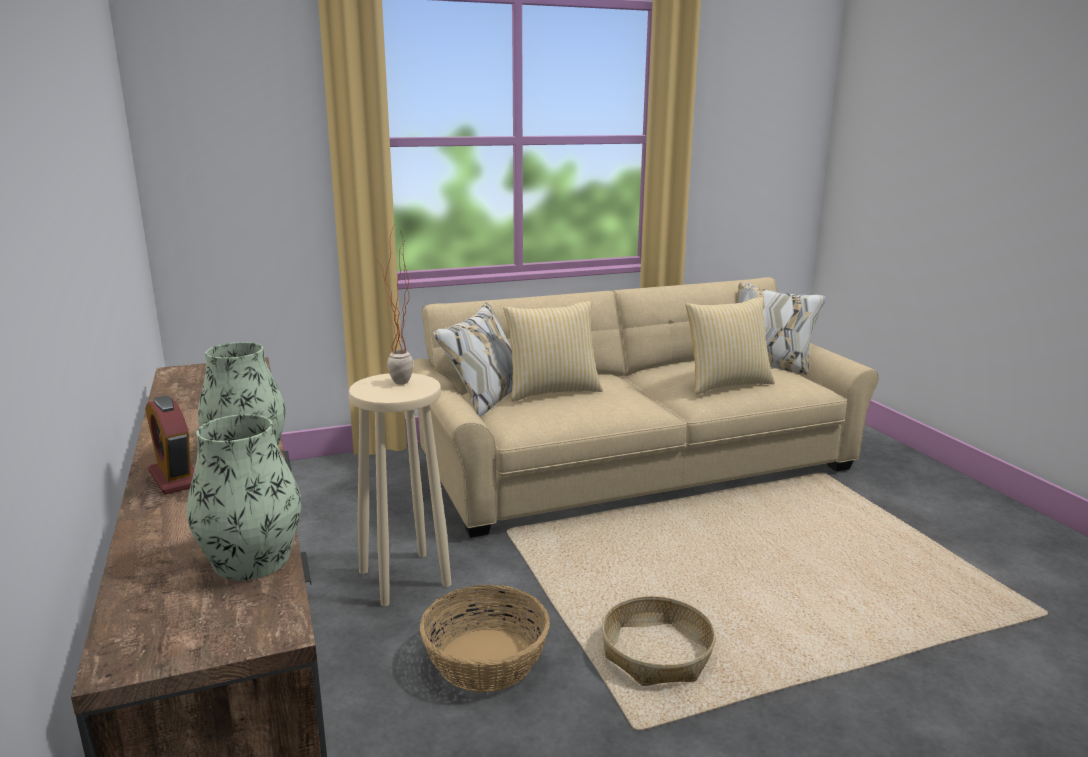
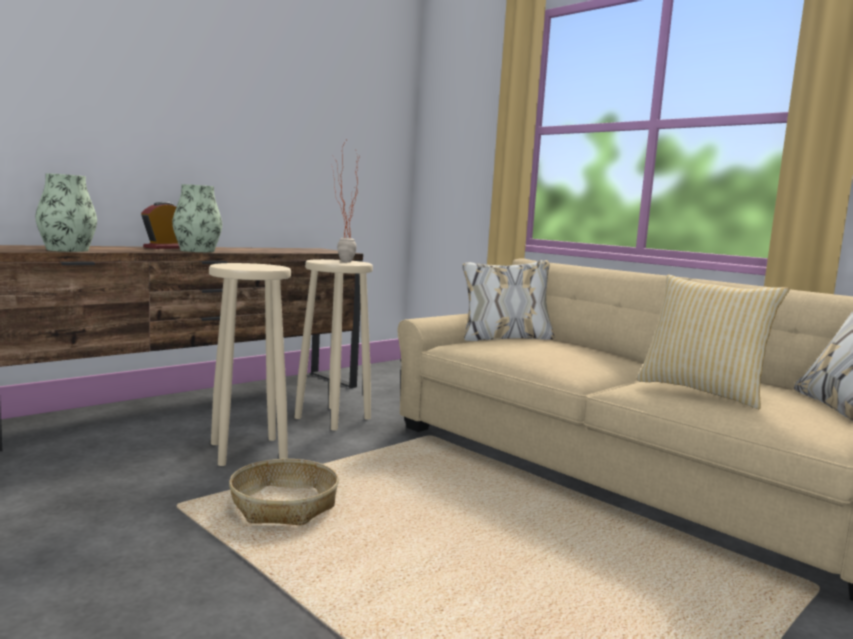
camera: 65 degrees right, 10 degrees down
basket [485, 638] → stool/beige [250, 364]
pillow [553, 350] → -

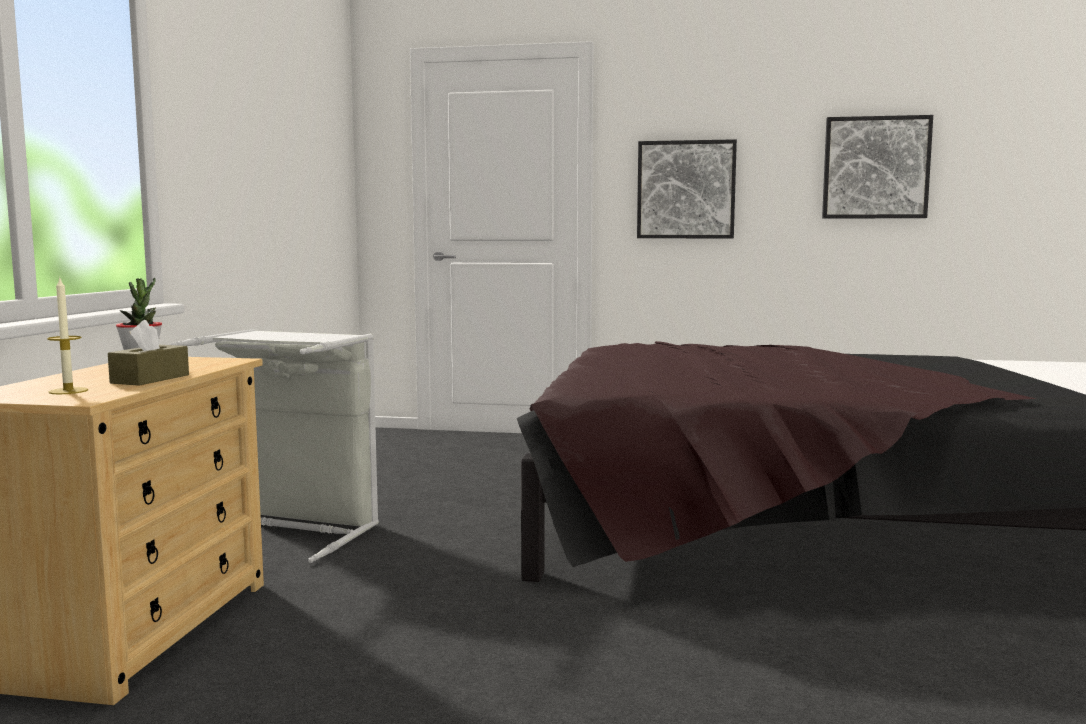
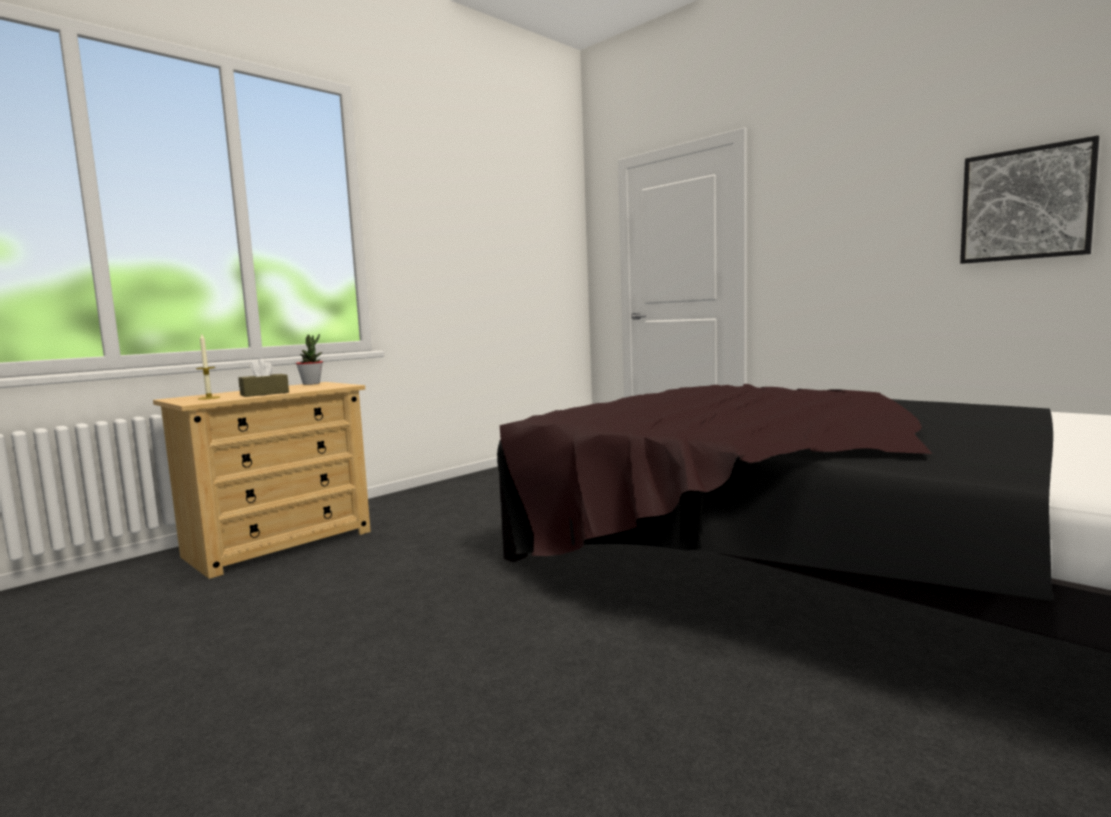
camera: 35 degrees right, 0 degrees up
laundry basket/grey [274, 446] → -
picture [687, 188] → -

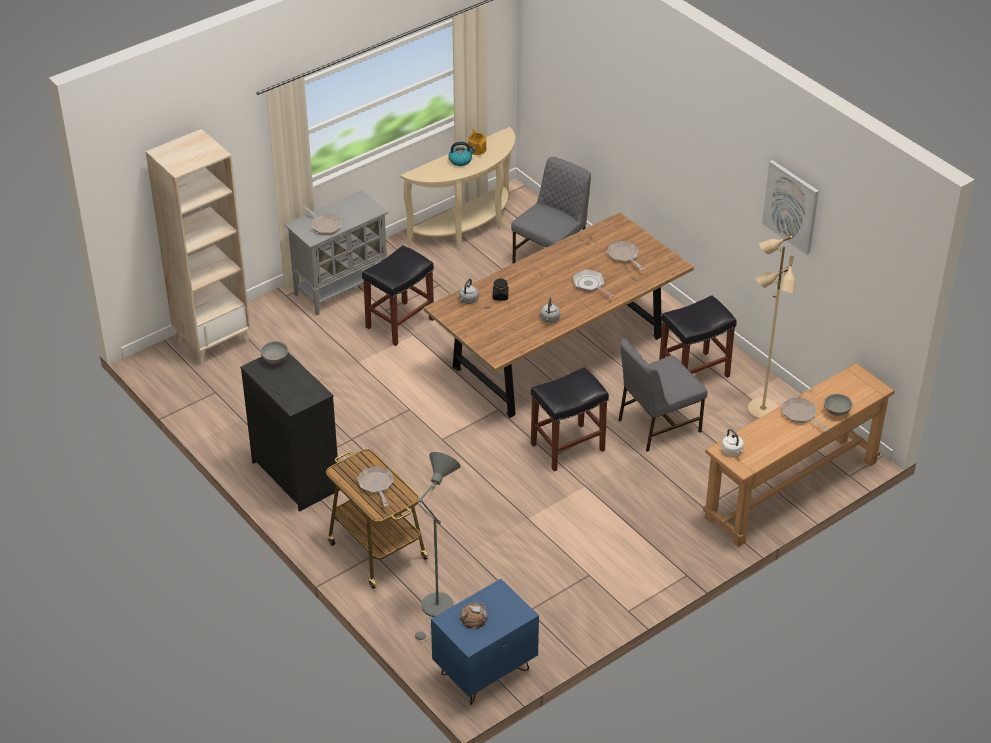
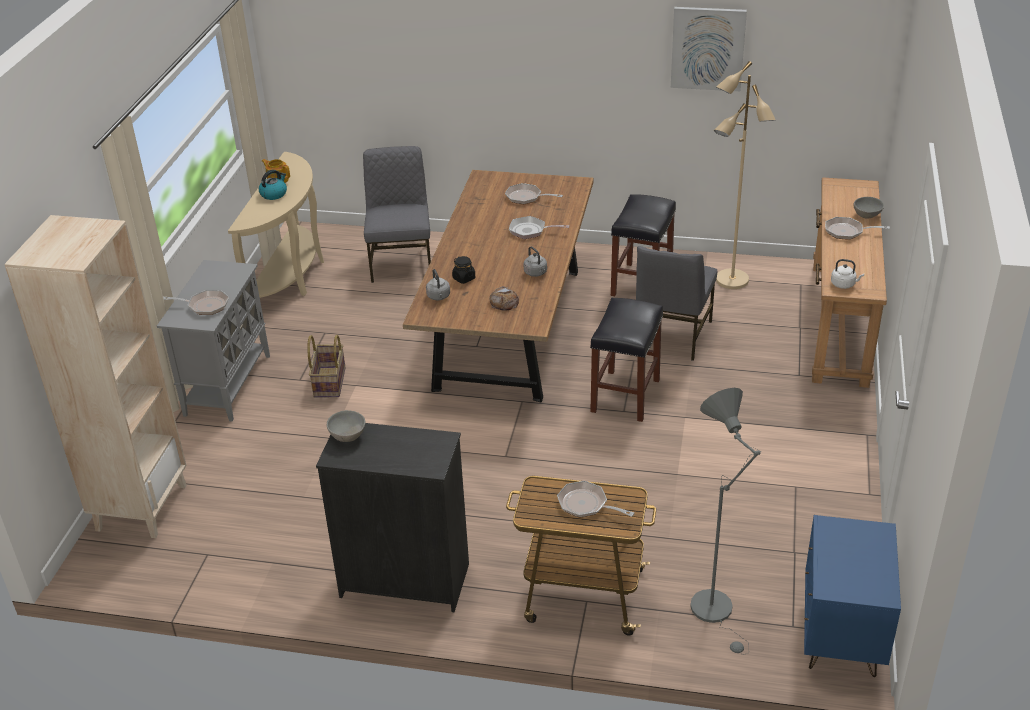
camera: 40 degrees left, 5 degrees down
stool/black [398, 295] → basket [326, 366]
bread [473, 616] → bread [504, 298], moved

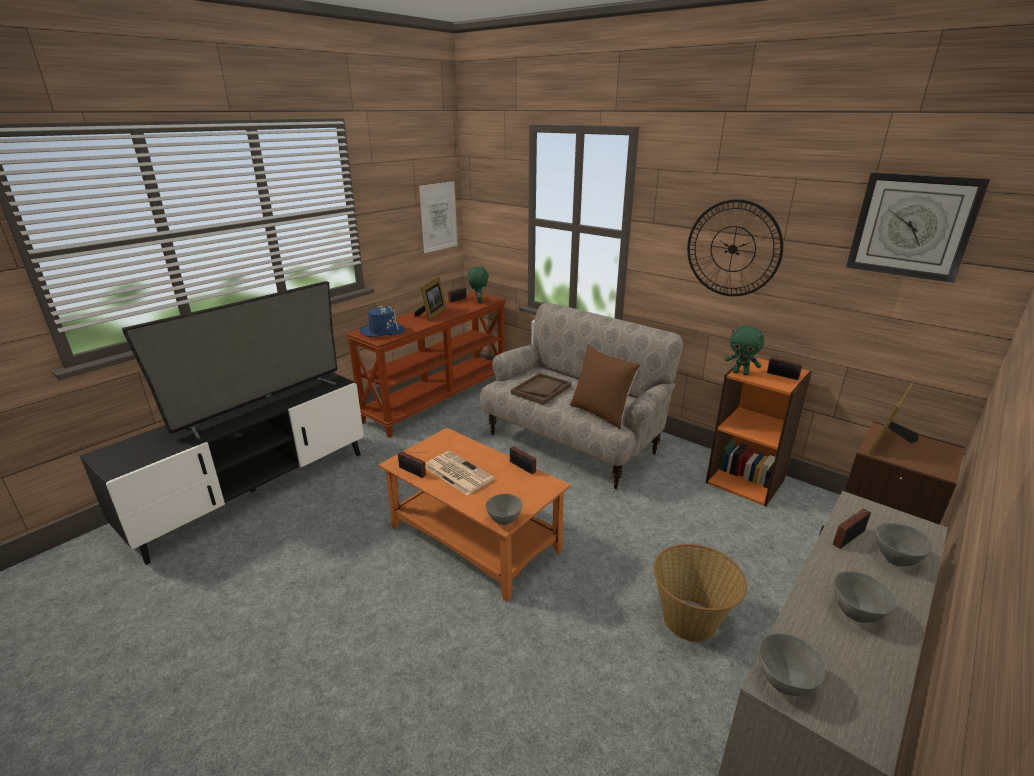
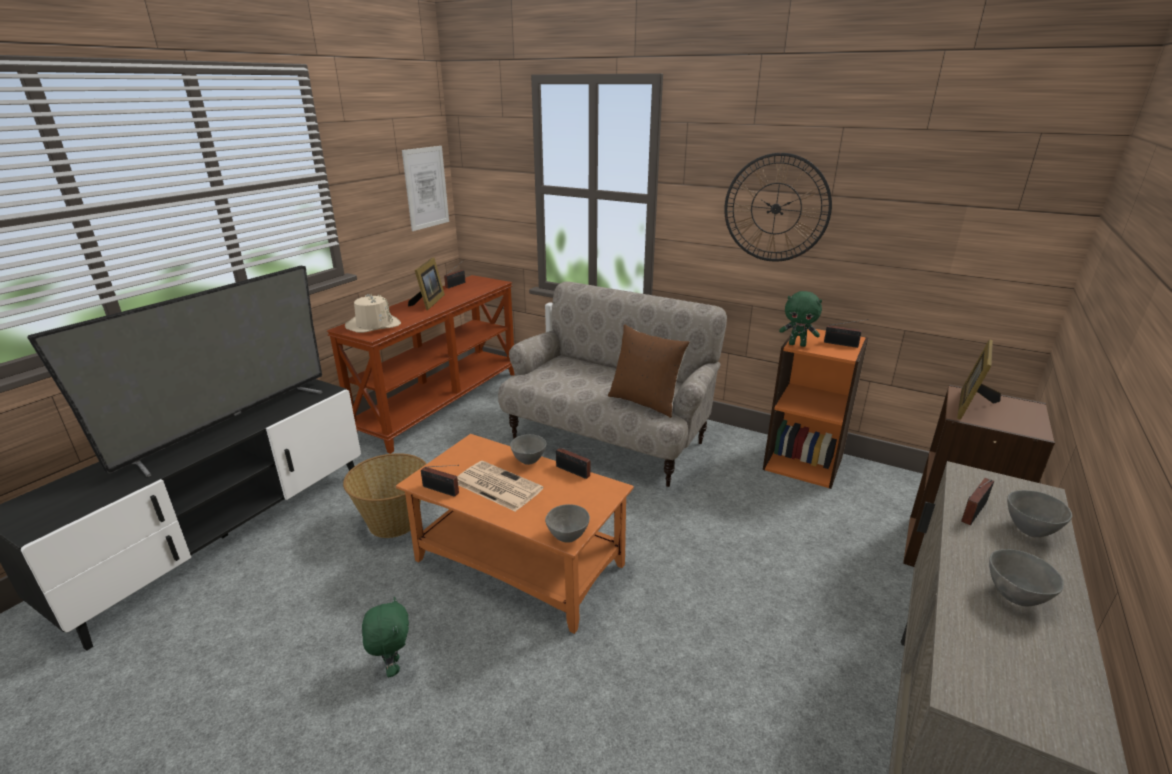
camera: 10 degrees left, 0 degrees up
basket [700, 593] → basket [385, 495], moved
hat/blue [382, 321] → hat/beige [373, 313]
plush toy/green [478, 284] → plush toy/green [385, 637], moved
bowl/grey [792, 664] → bowl/grey [528, 449], moved
tray/brown [541, 389] → -
wall clock [918, 227] → -

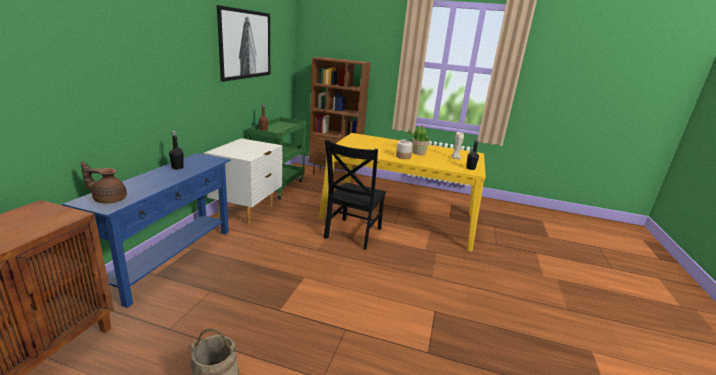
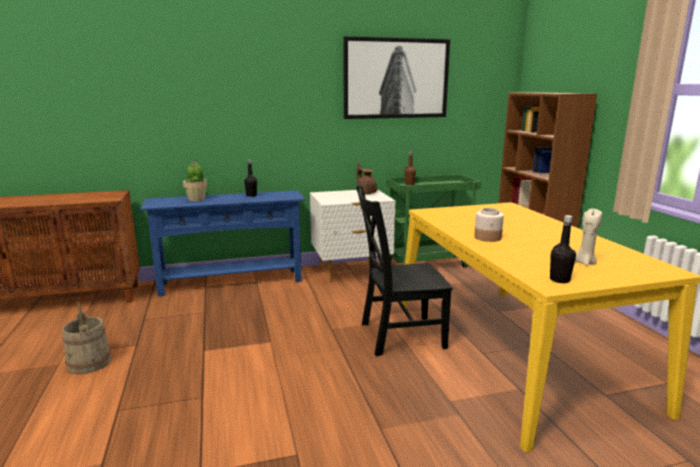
camera: 60 degrees right, 5 degrees down
potted plant [419, 140] → potted plant [195, 181], moved
teapot/brown [104, 183] → teapot/brown [366, 178], moved

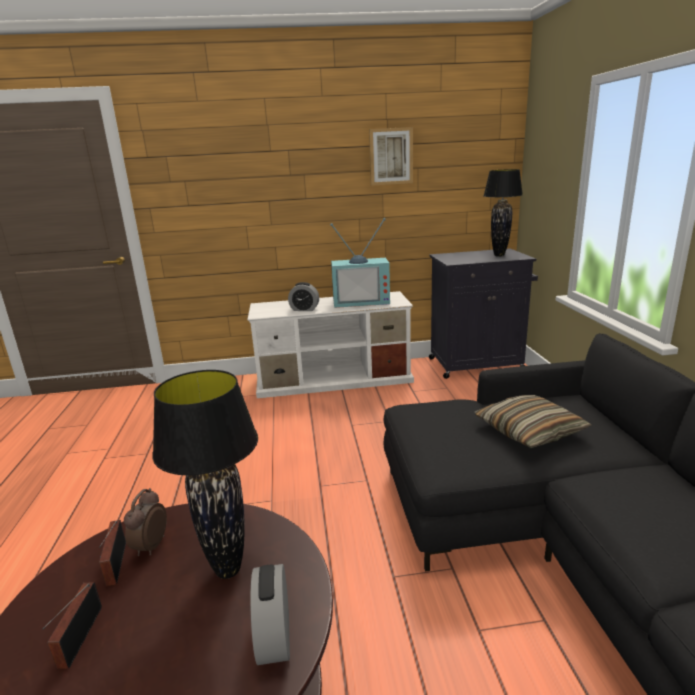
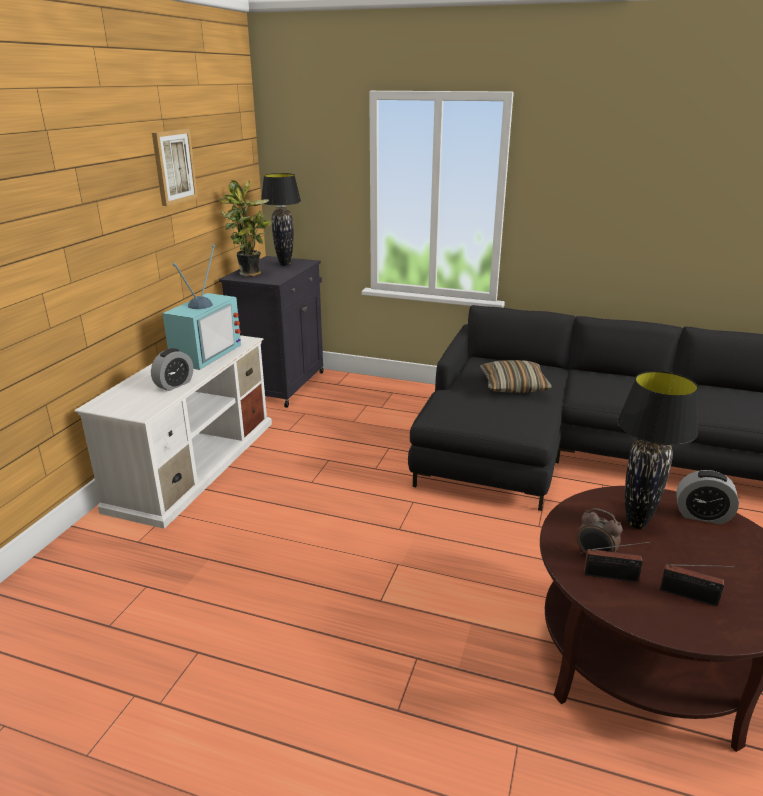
camera: 65 degrees left, 5 degrees up
- → potted plant [245, 228]

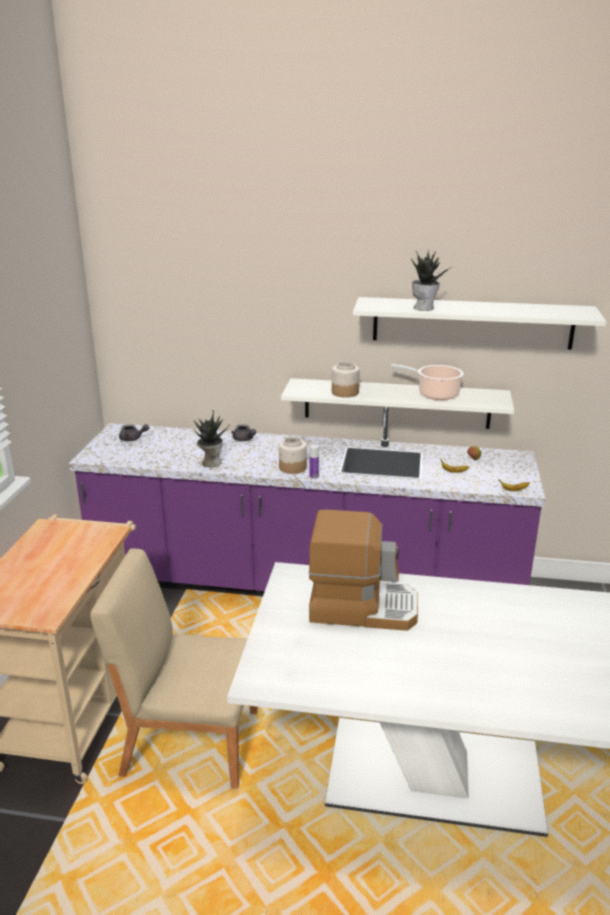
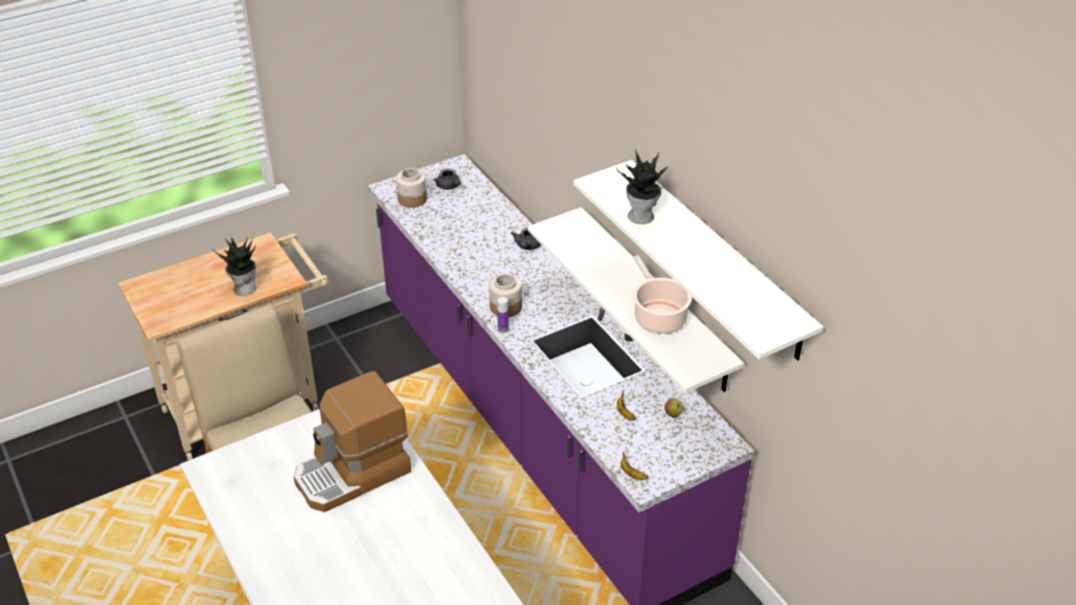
camera: 50 degrees right, 15 degrees up
potted plant [212, 438] → potted plant [234, 266], moved
coffee machine [363, 570] → coffee machine [352, 441], 90 degrees clockwise
jar [346, 380] → jar [411, 188], moved

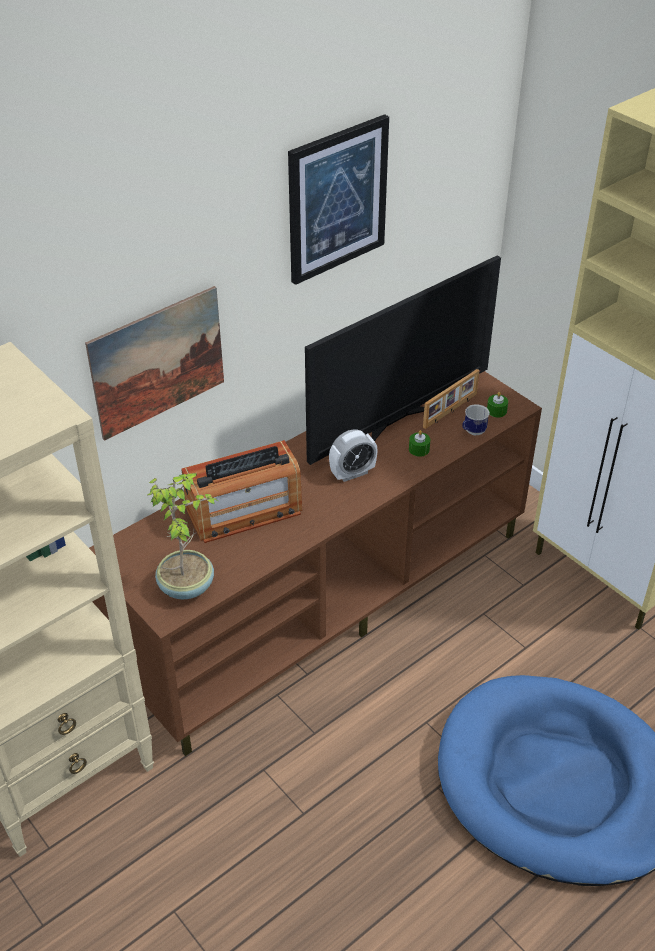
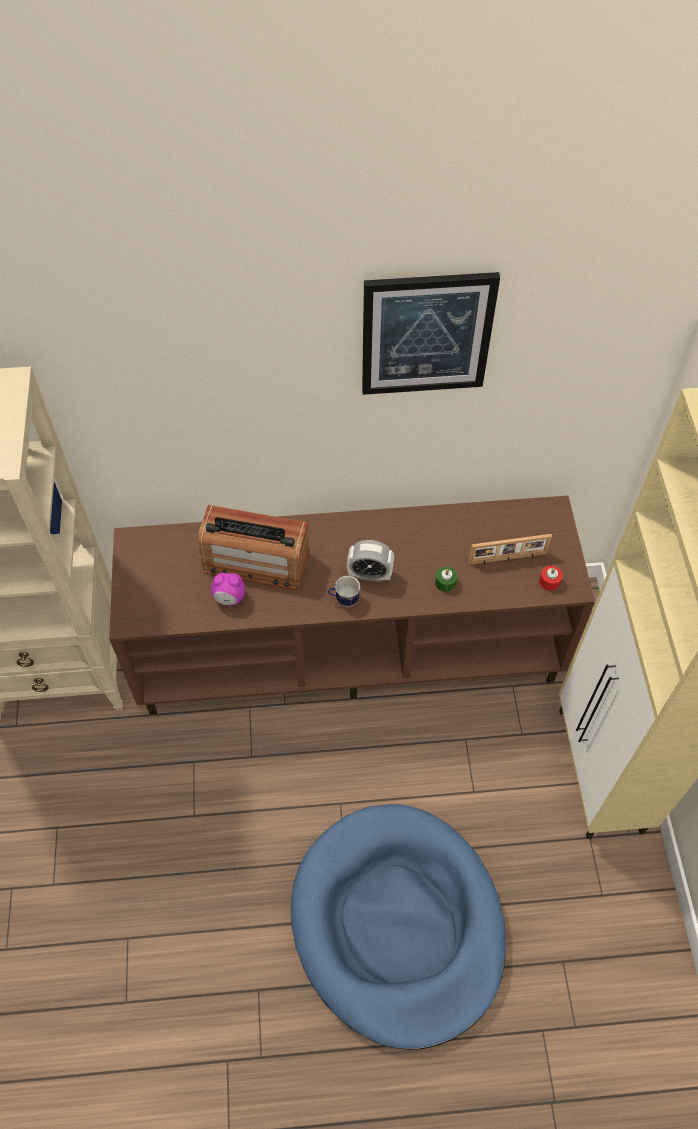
camera: 35 degrees right, 15 degrees up
- → alarm clock [228, 589]
mug [476, 419] → mug [344, 591], moved
candle/green [497, 404] → candle/red [551, 578]
picture [154, 363] → -
potted plant [184, 536] → -
television [403, 360] → -

